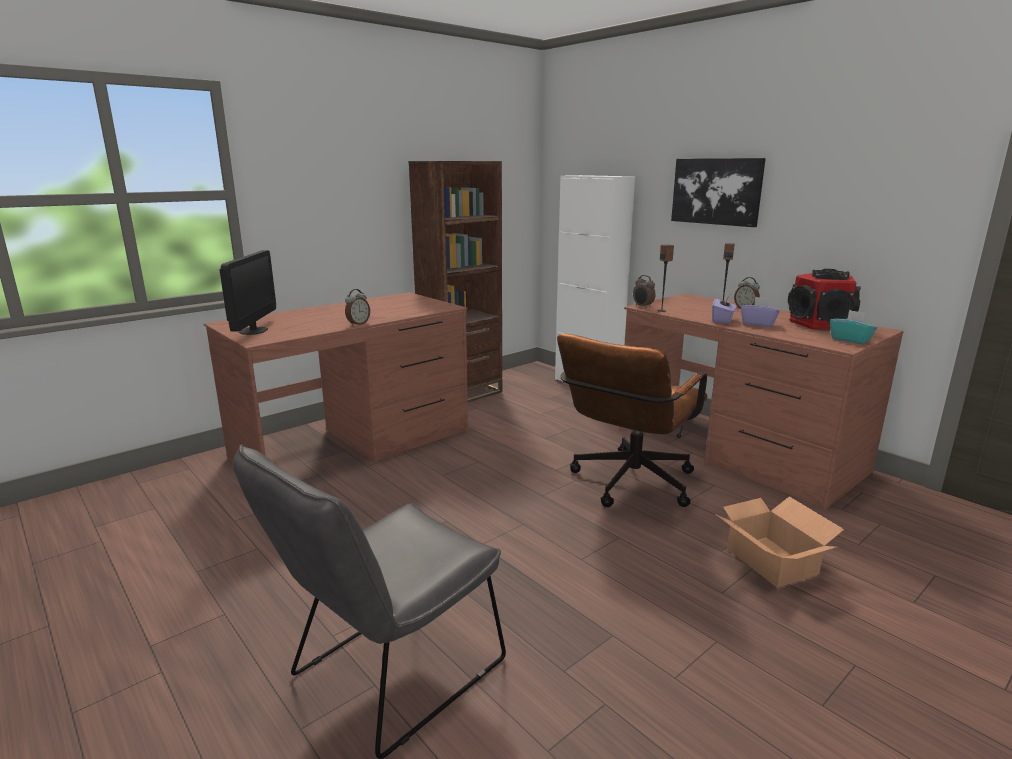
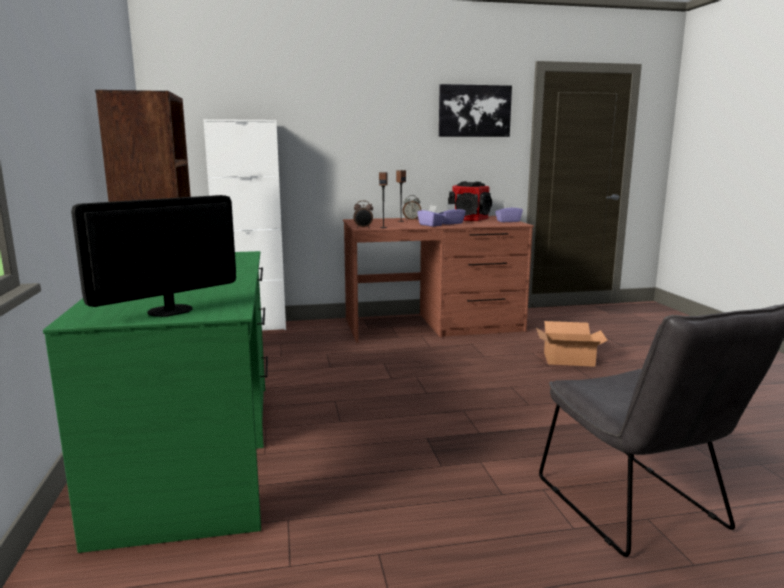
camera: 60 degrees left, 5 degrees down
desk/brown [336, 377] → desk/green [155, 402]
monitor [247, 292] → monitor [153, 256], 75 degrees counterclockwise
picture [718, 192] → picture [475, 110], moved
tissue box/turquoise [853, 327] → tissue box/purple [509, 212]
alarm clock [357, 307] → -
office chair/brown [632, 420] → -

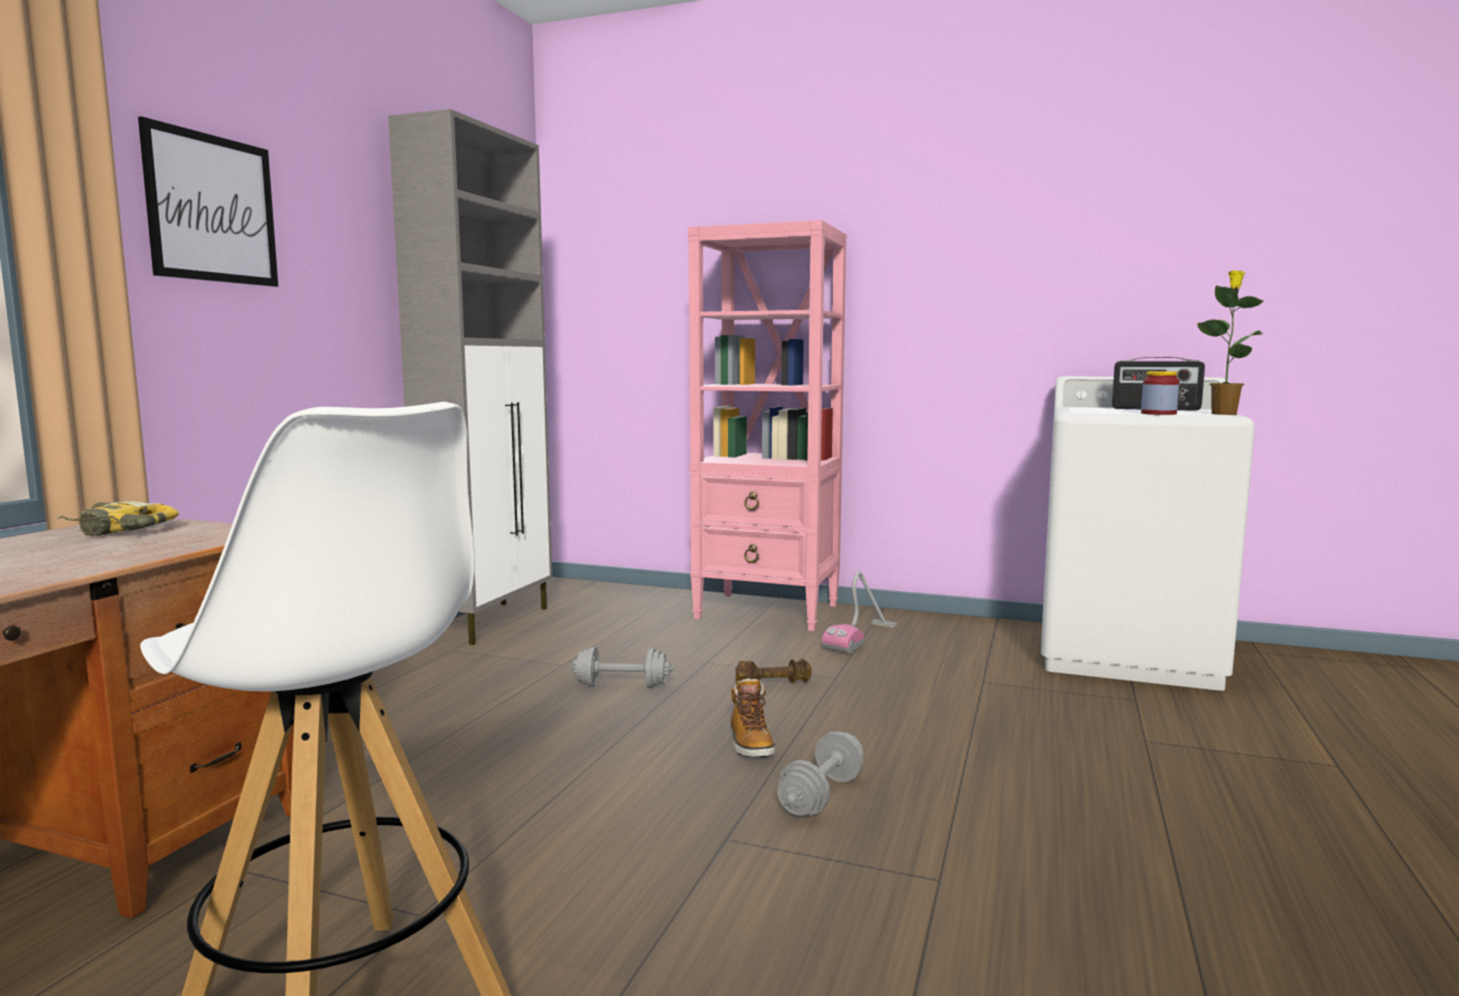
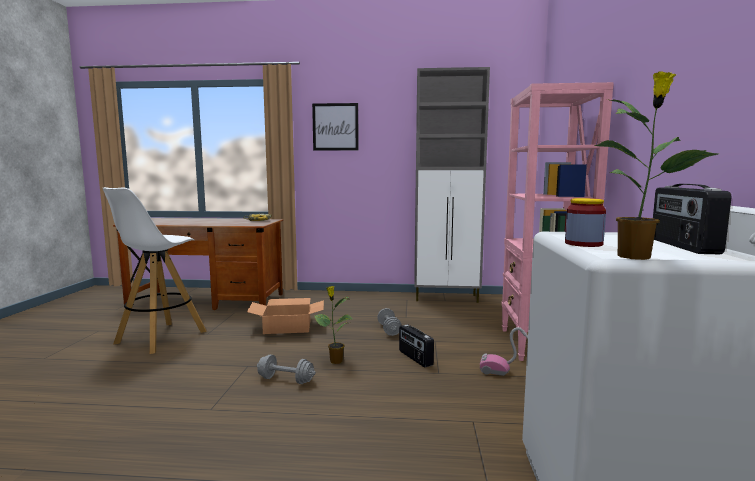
camera: 75 degrees right, 0 degrees up
- → cardboard box [285, 316]
boot [753, 718] → potted plant [333, 325]
dumbbell/brown [774, 671] → radio [416, 346]

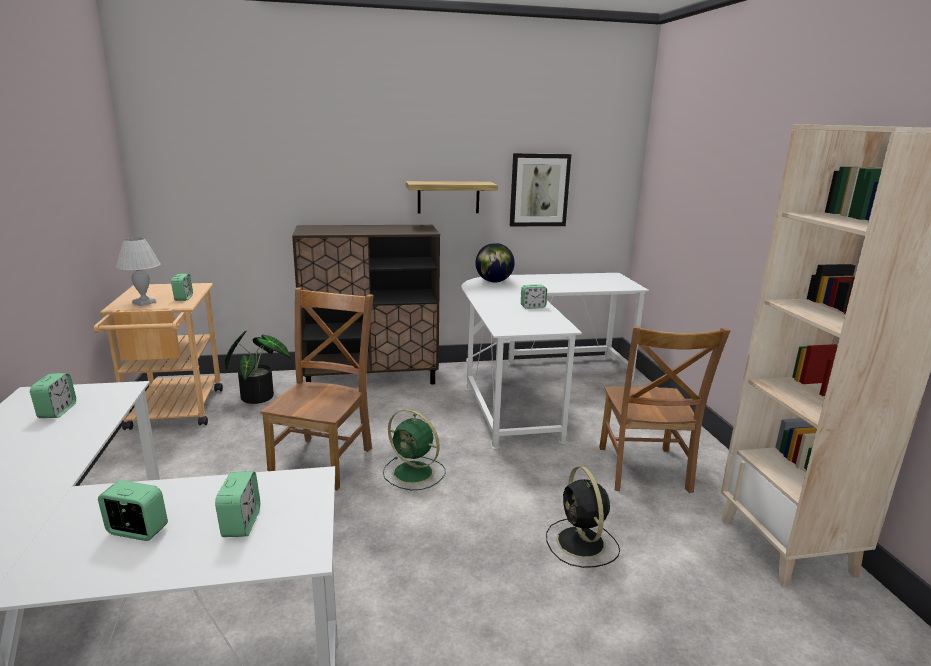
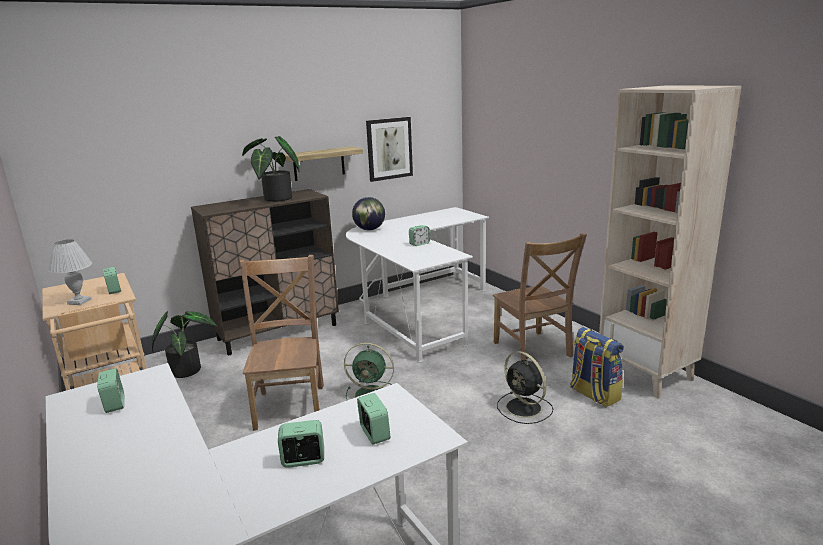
camera: 20 degrees left, 0 degrees up
- → potted plant [271, 169]
- → backpack [597, 367]

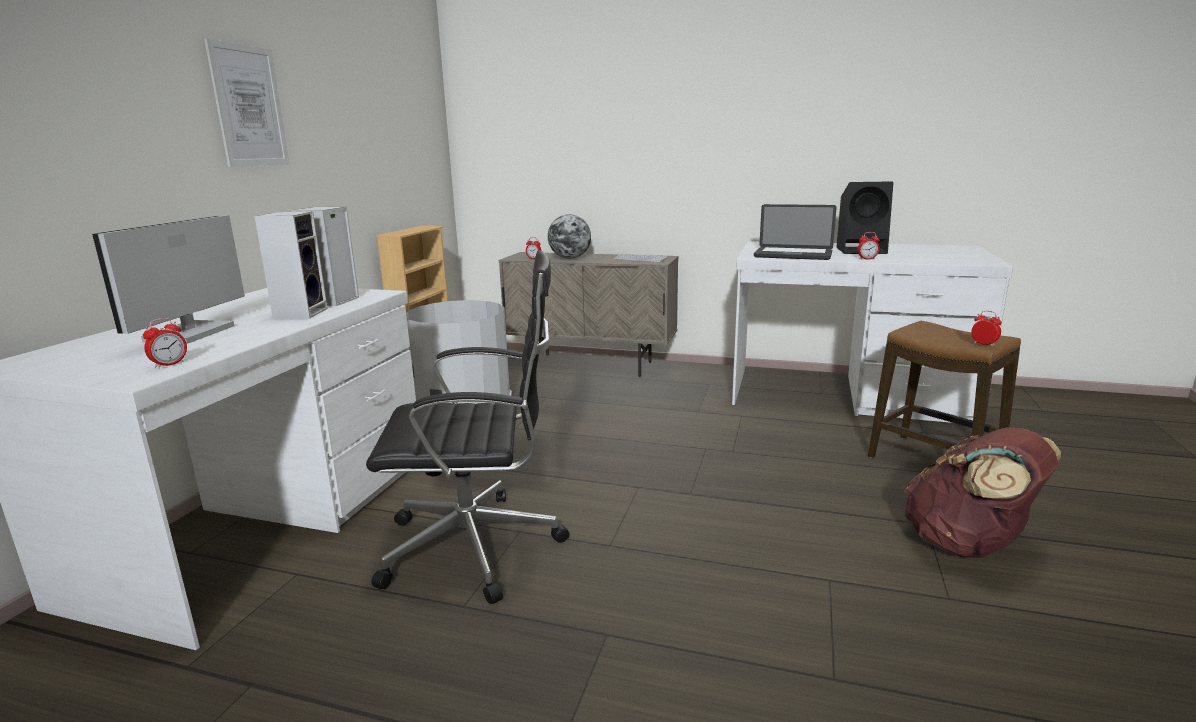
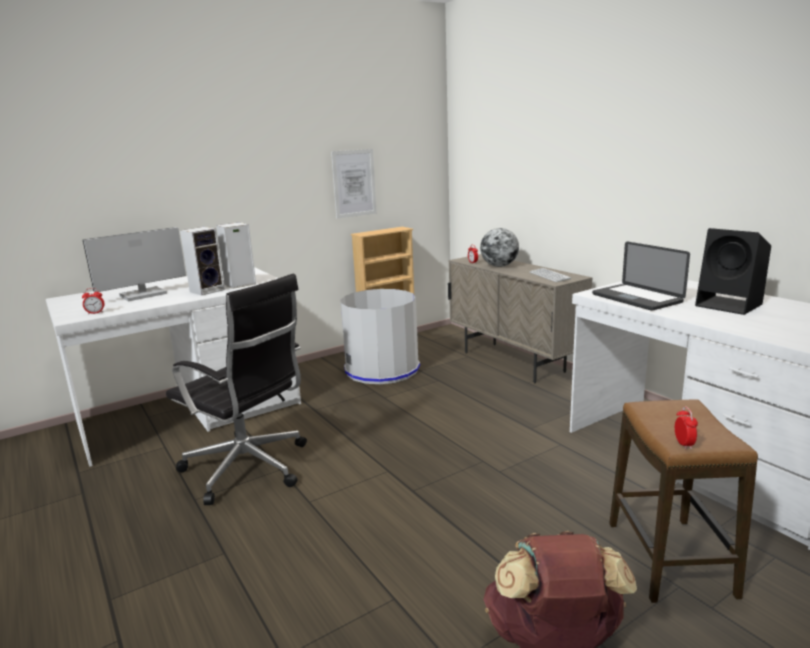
camera: 40 degrees right, 0 degrees up
picture [247, 102] → picture [354, 184], moved
alarm clock [868, 246] → -

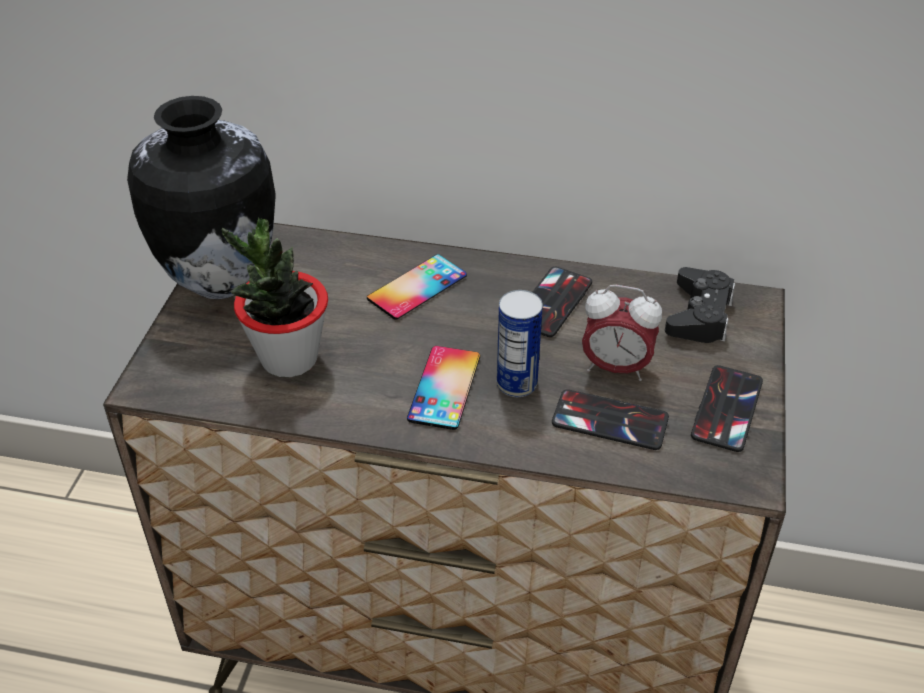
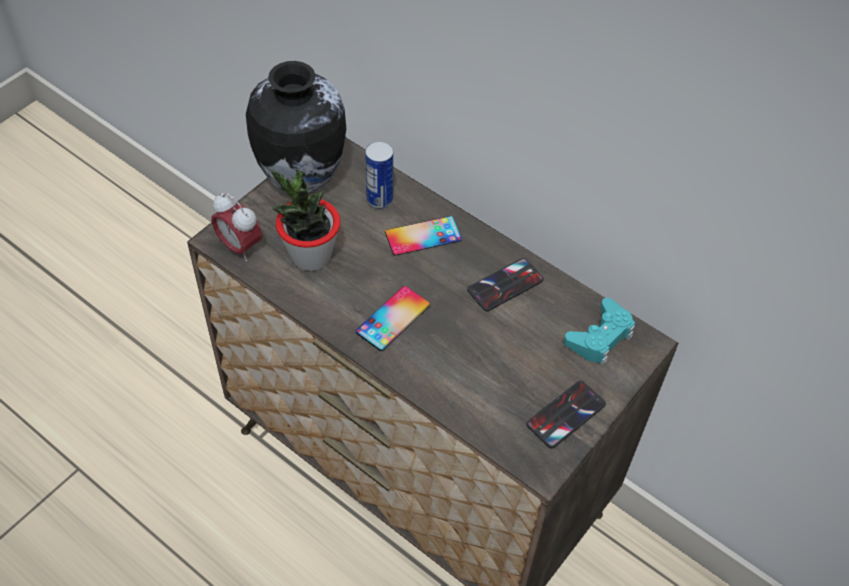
camera: 25 degrees right, 10 degrees up
alarm clock [622, 333] → alarm clock [237, 227], moved
can [520, 343] → can [379, 175], moved
game controller/black [700, 305] → game controller/turquoise [599, 331]
phone [610, 419] → -

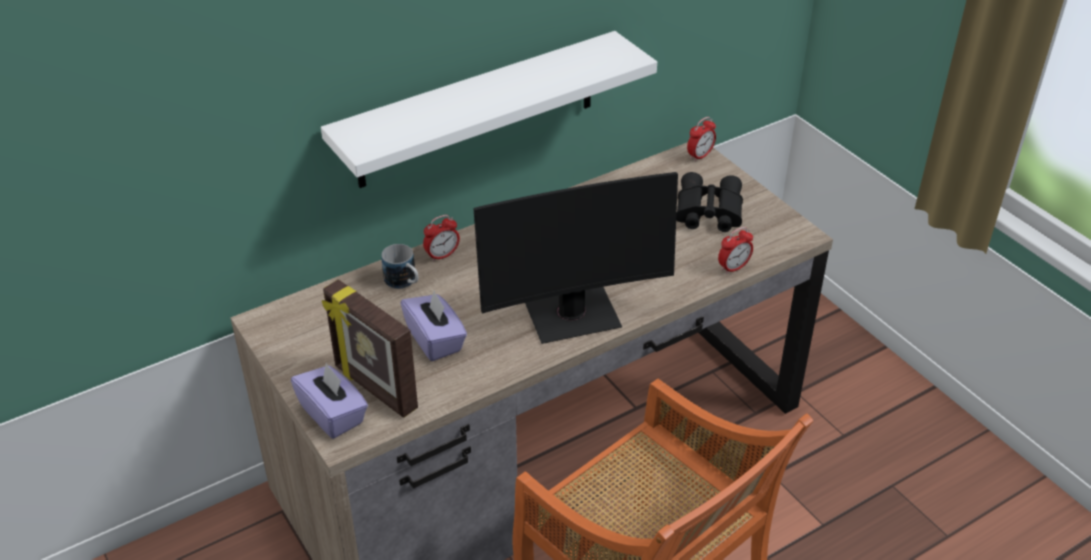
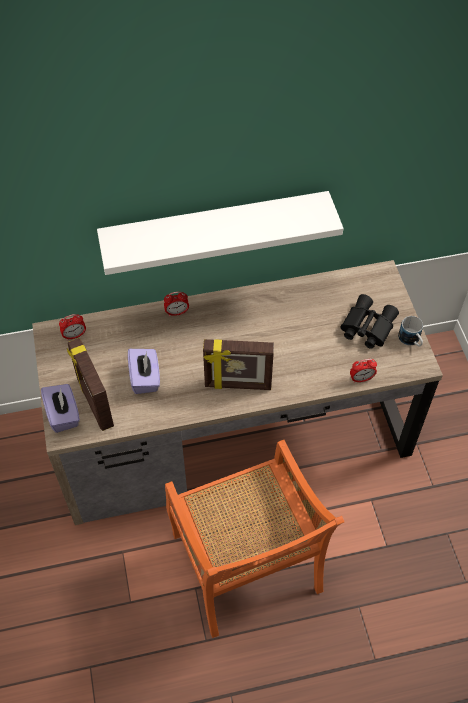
camera: 20 degrees right, 15 degrees up
alarm clock [701, 139] → alarm clock [72, 327], moved
monitor [576, 258] → picture frame [238, 364]
mug [399, 266] → mug [410, 331], moved

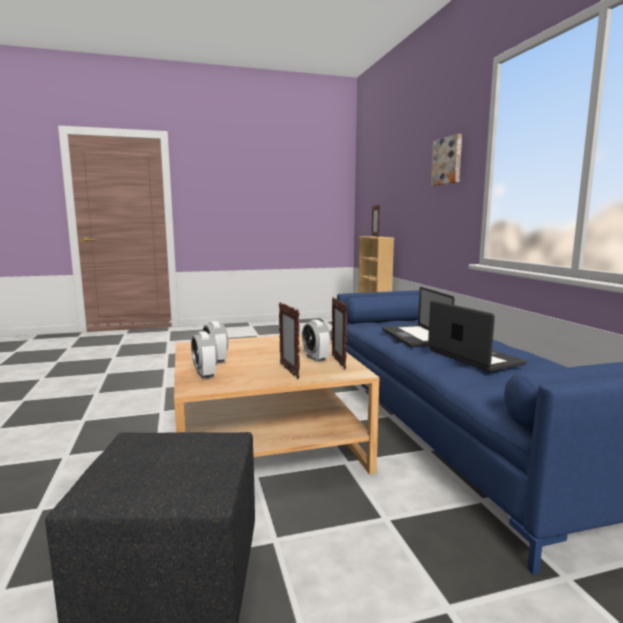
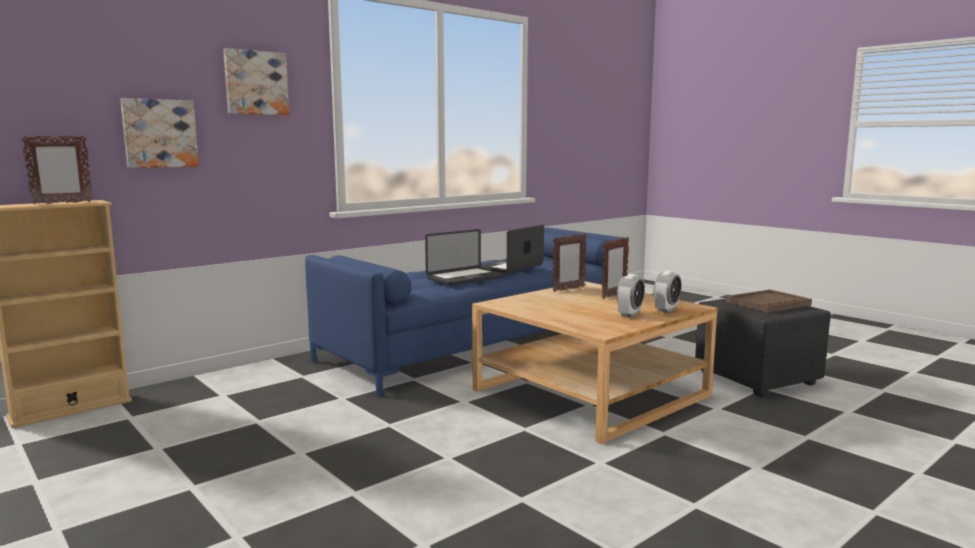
camera: 115 degrees left, 0 degrees up
- → picture [159, 133]
- → tray/brown [769, 301]
alarm clock [316, 341] → -

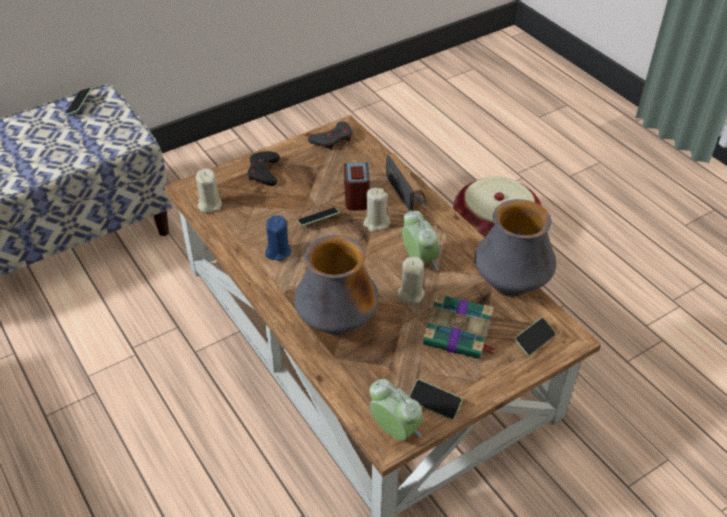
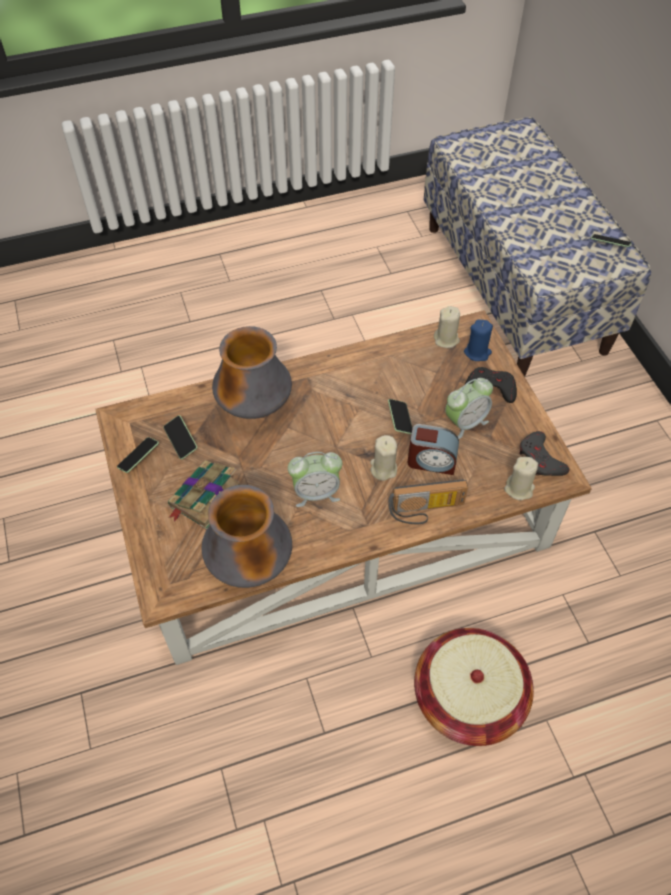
camera: 105 degrees right, 10 degrees up
phone [535, 336] → phone [180, 437], moved
alarm clock [396, 409] → alarm clock [469, 408], moved
candle/blue [278, 238] → candle/blue [478, 340], moved
candle/beige [411, 280] → candle/beige [521, 478], moved

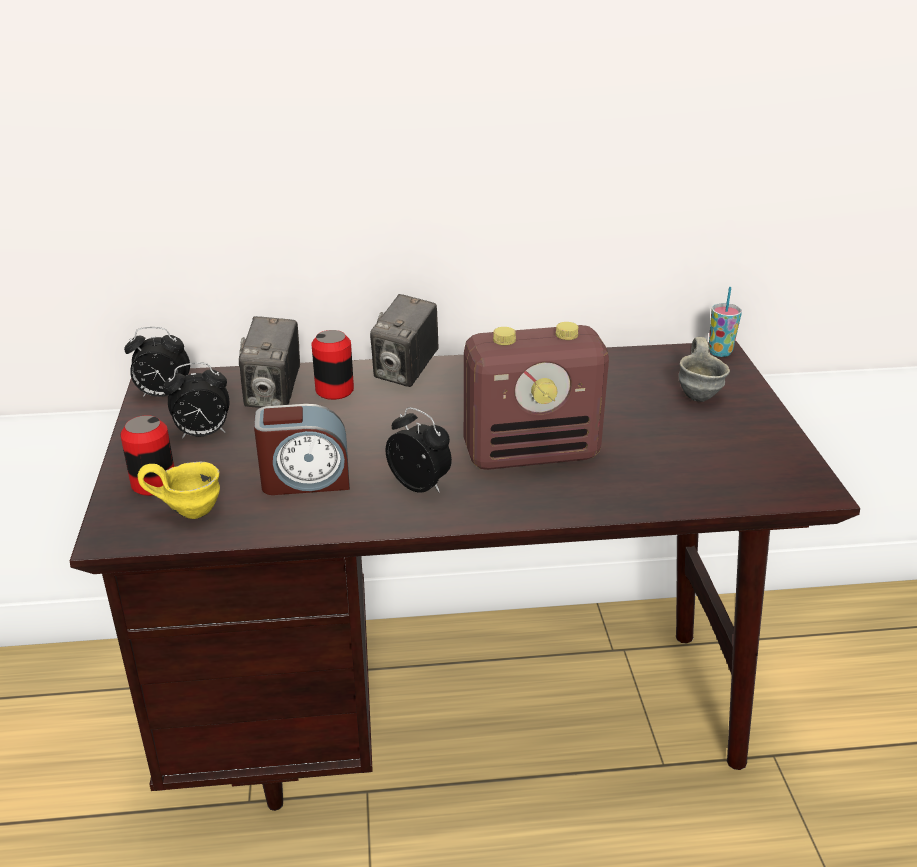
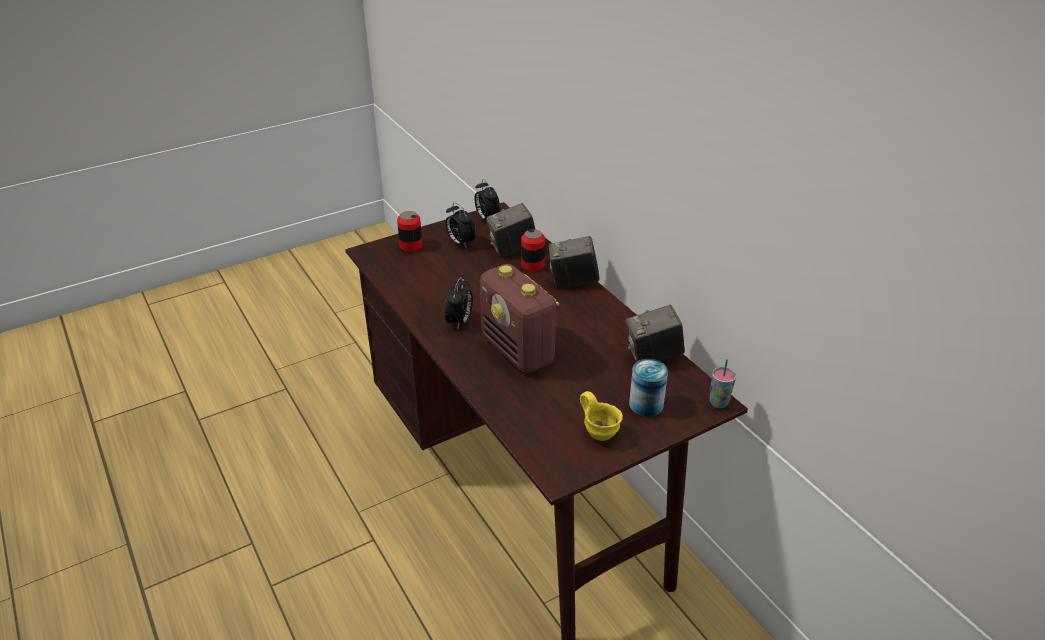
camera: 65 degrees right, 5 degrees up
mug/yellow [178, 490] → mug/yellow [601, 416], moved
- → photo camera [655, 333]
mug/grey [704, 369] → can [648, 387]
alarm clock [302, 449] → -

